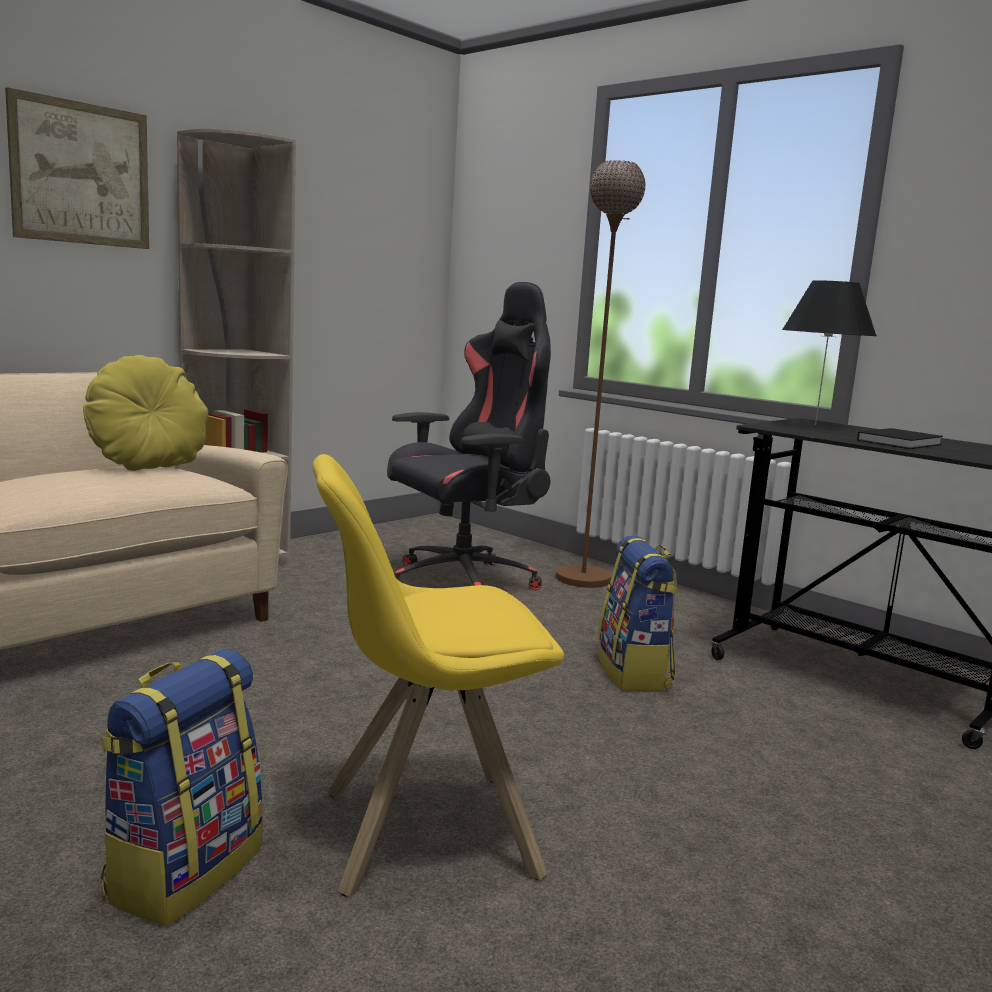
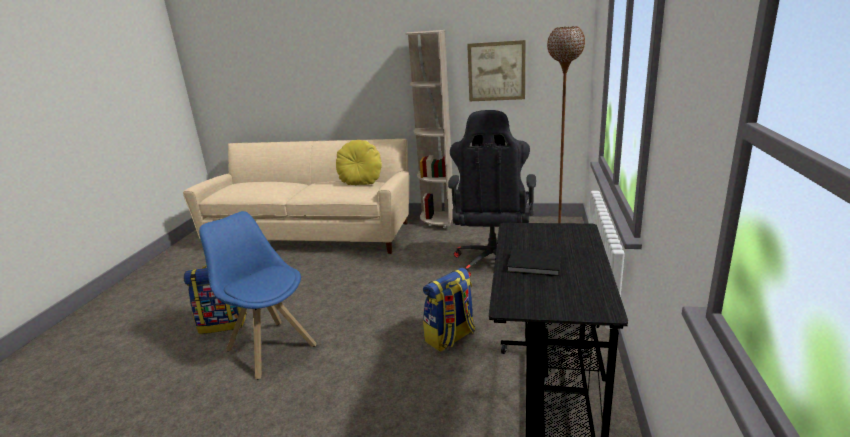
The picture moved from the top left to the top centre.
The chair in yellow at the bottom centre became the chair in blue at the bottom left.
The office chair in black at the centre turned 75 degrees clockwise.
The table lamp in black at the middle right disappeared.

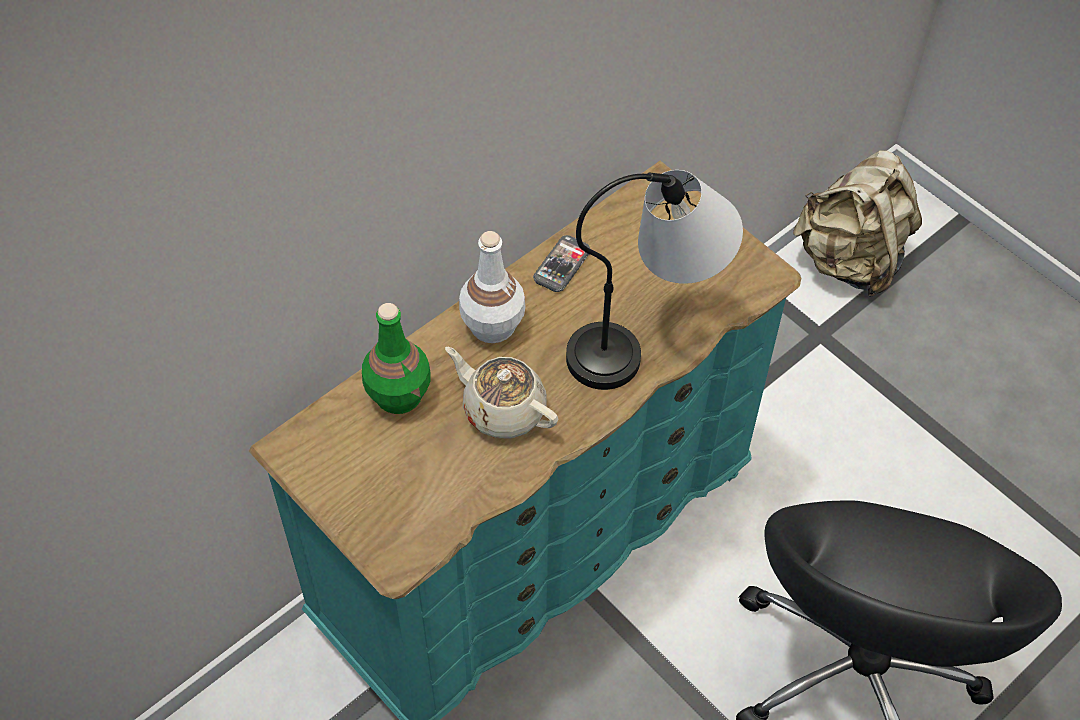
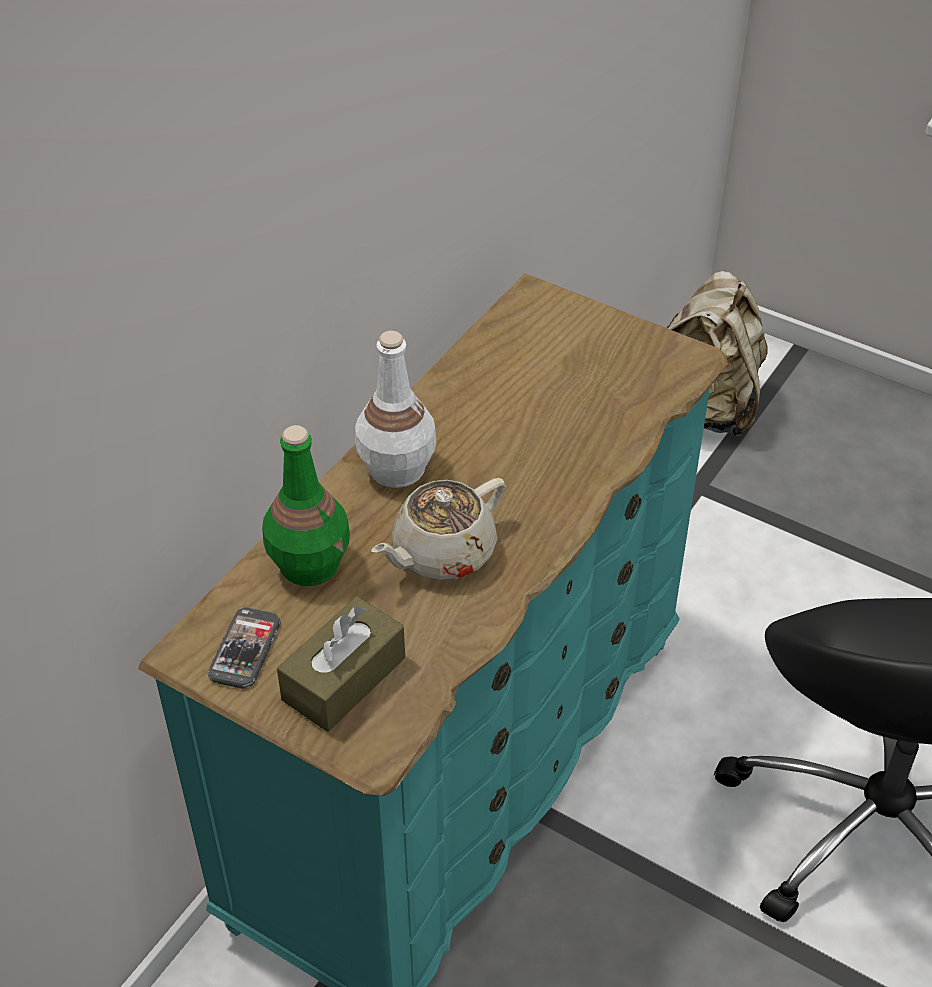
The teapot in beige at the centre turned 60 degrees counterclockwise.
The phone moved from the centre to the middle left.
The table lamp at the centre disappeared.
The tissue box in brown at the bottom centre appeared.

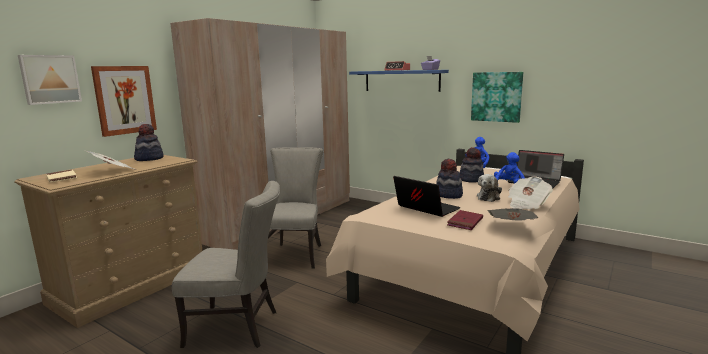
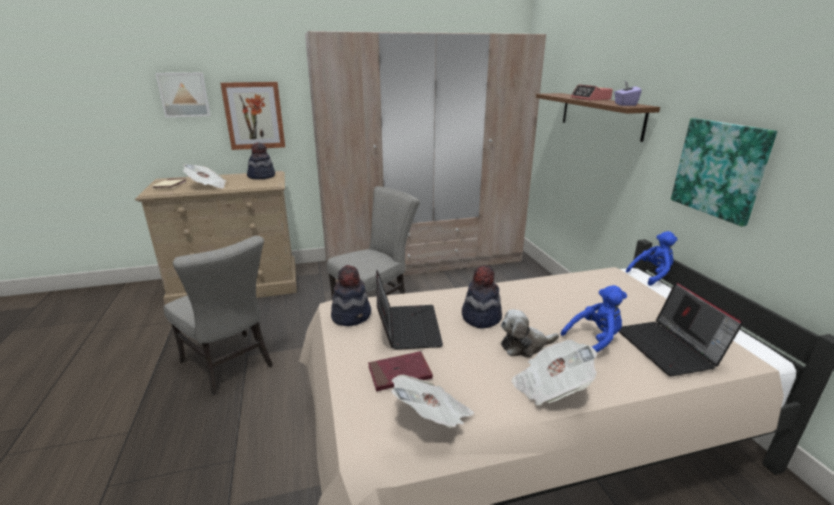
The shelf in blue at the top centre became the shelf in brown at the top right.
The hat (3rd from left in the first image) moved from the middle right to the centre.

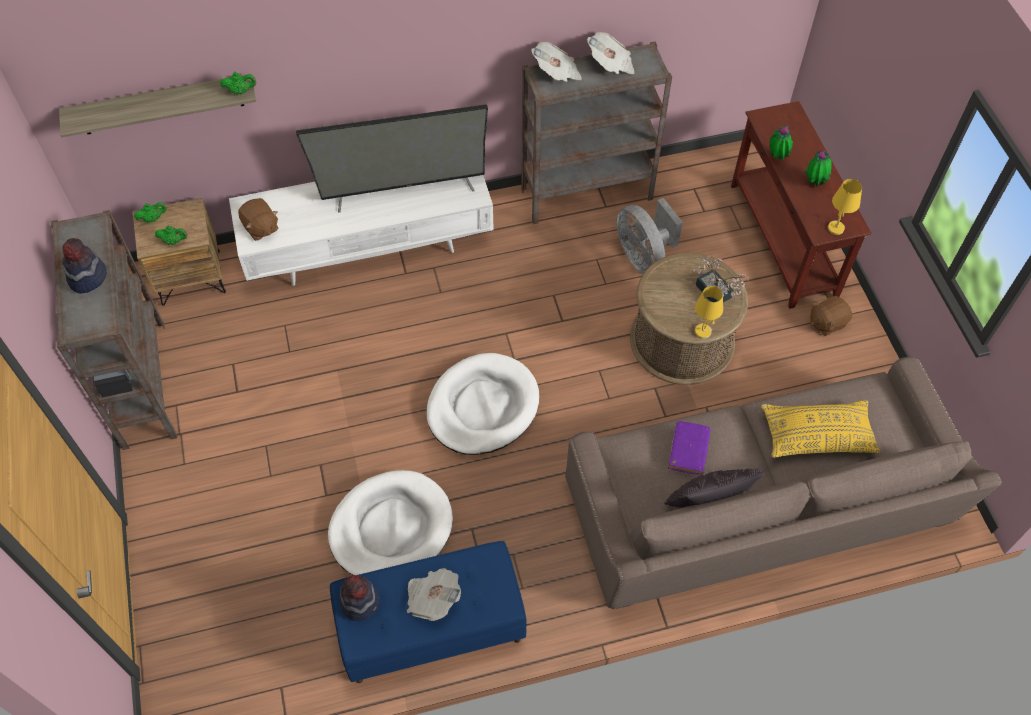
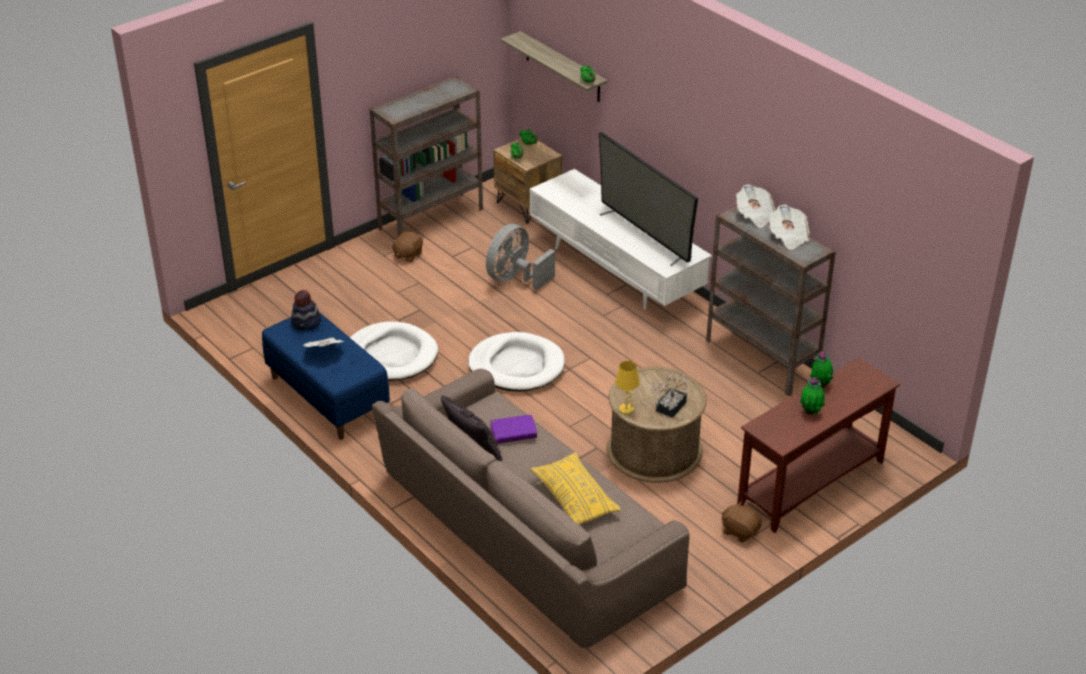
The hat (1st from left) at the middle left disappeared.
The plush toy in brown (1st from left) moved from the top left to the centre.
The fan in grey moved from the top centre to the centre.
The table lamp in yellow (2nd from left) at the top right disappeared.

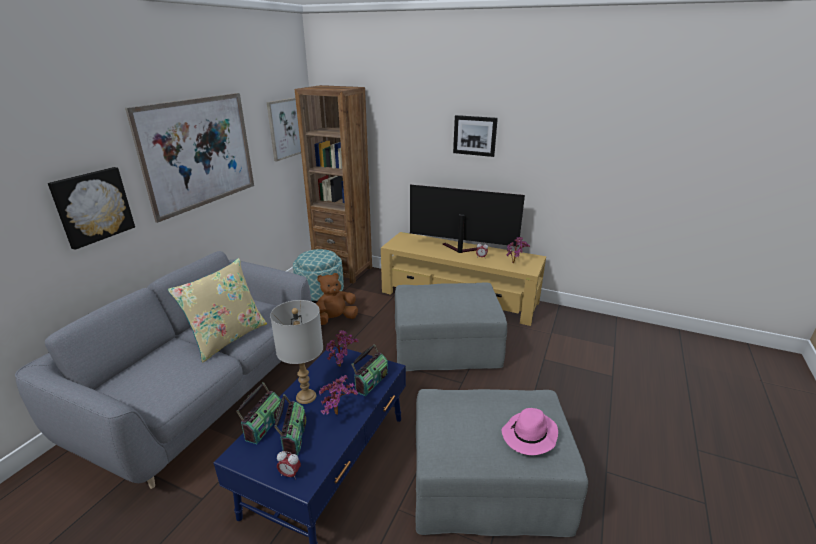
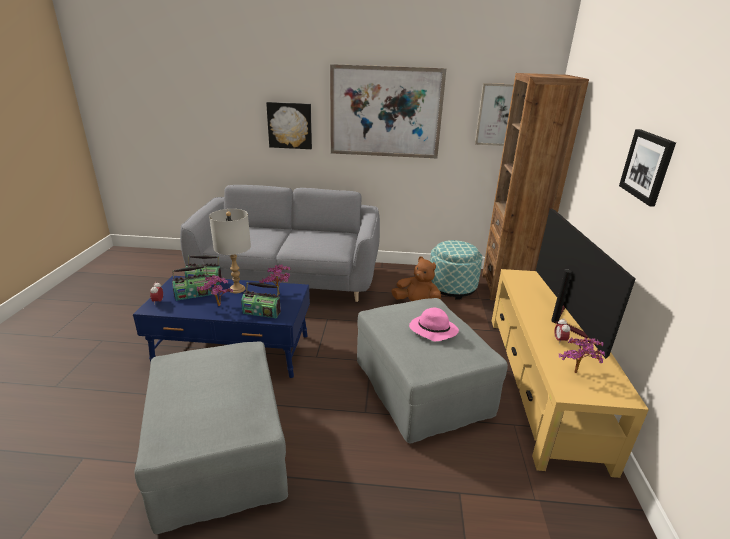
The pillow in beige at the middle left disappeared.
The hat in pink moved from the bottom centre to the centre.

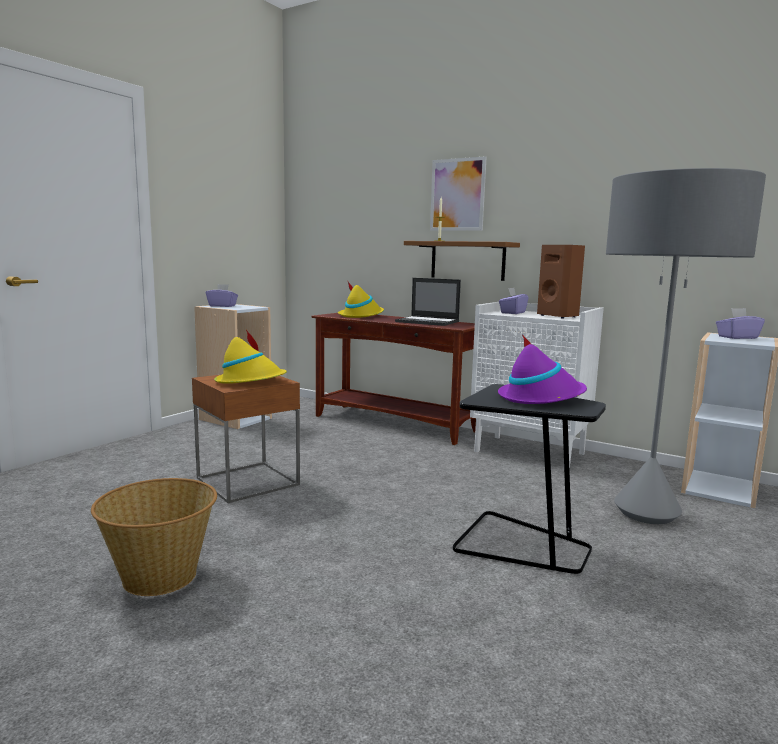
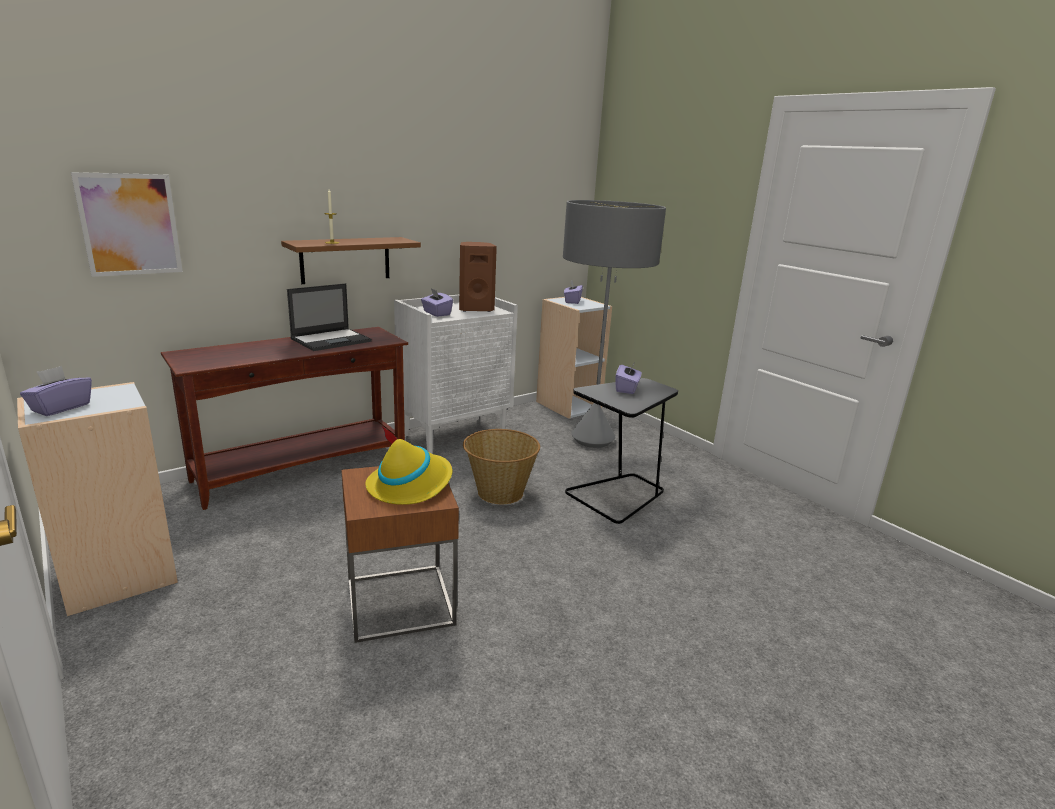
The basket moved from the bottom left to the centre.
The hat in yellow (2nd from left) at the centre disappeared.
The picture moved from the top centre to the top left.
The hat in purple at the middle right was replaced by the tissue box in purple (4th from left) at the centre.

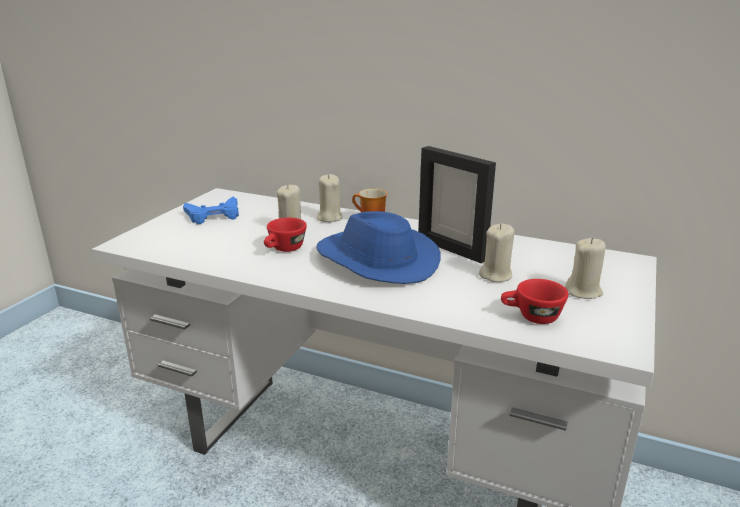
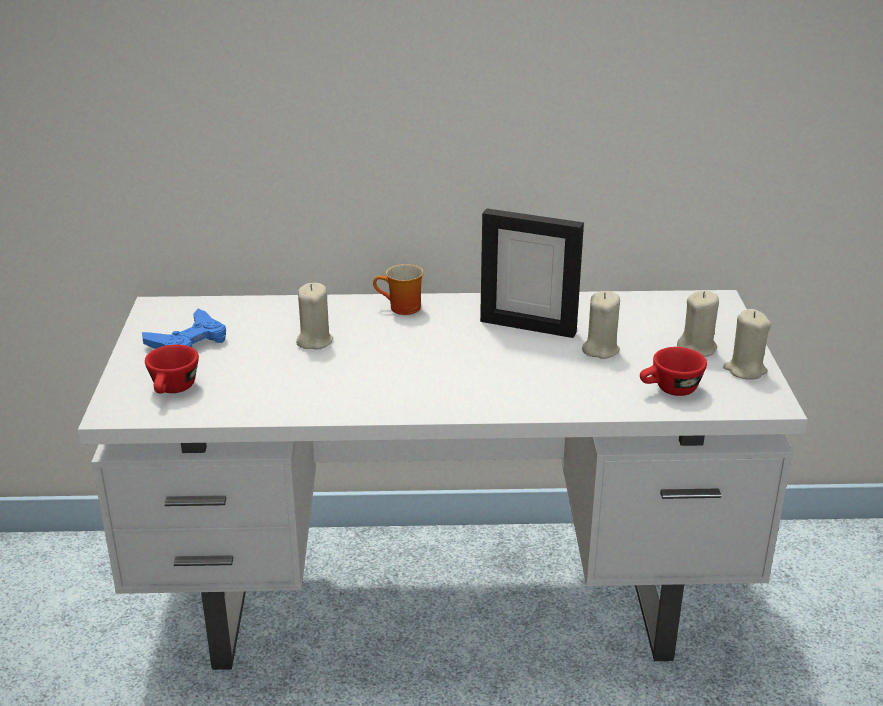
The cup in red (1st from left) moved from the centre to the middle left.
The hat in blue at the centre disappeared.
The candle in beige (2nd from left in the first image) moved from the centre to the middle right.

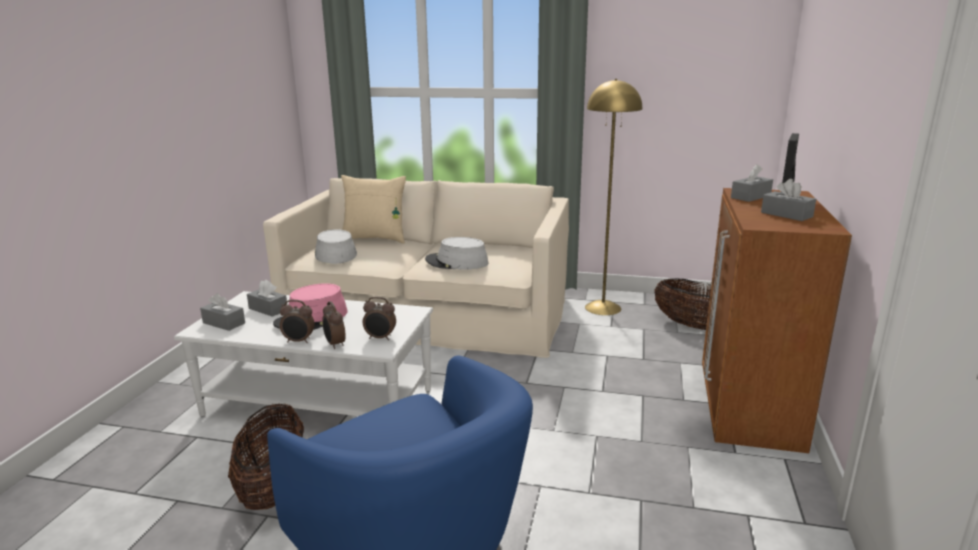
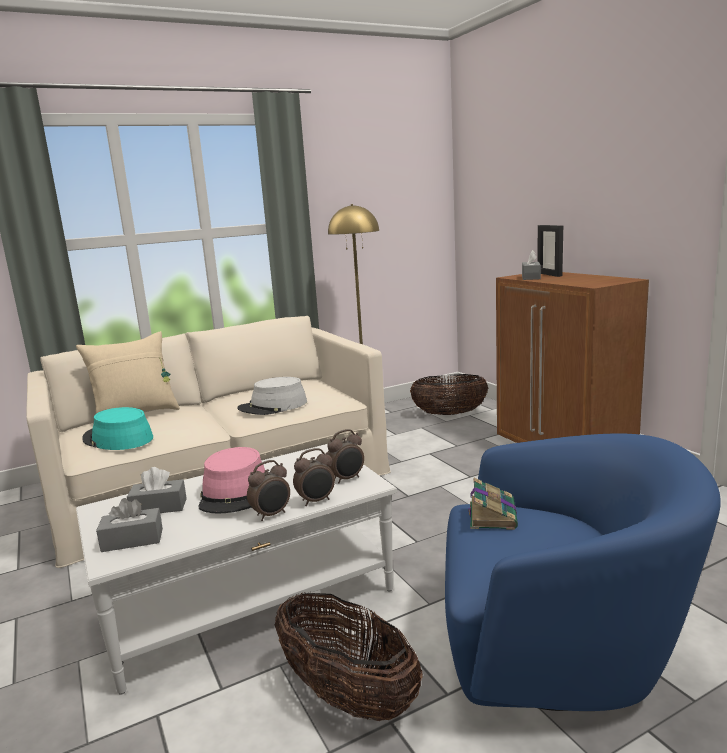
The hat in grey (1st from left) at the centre became the hat in turquoise at the middle left.
The alarm clock (2nd from left) at the centre turned 45 degrees counterclockwise.
The tissue box in grey (4th from left) at the middle right disappeared.
The book at the bottom right appeared.

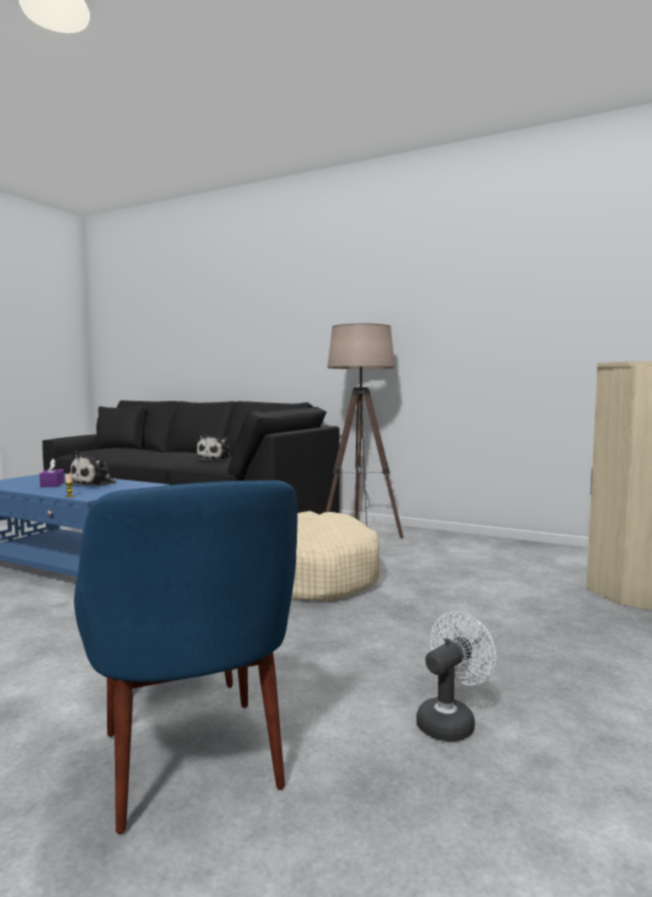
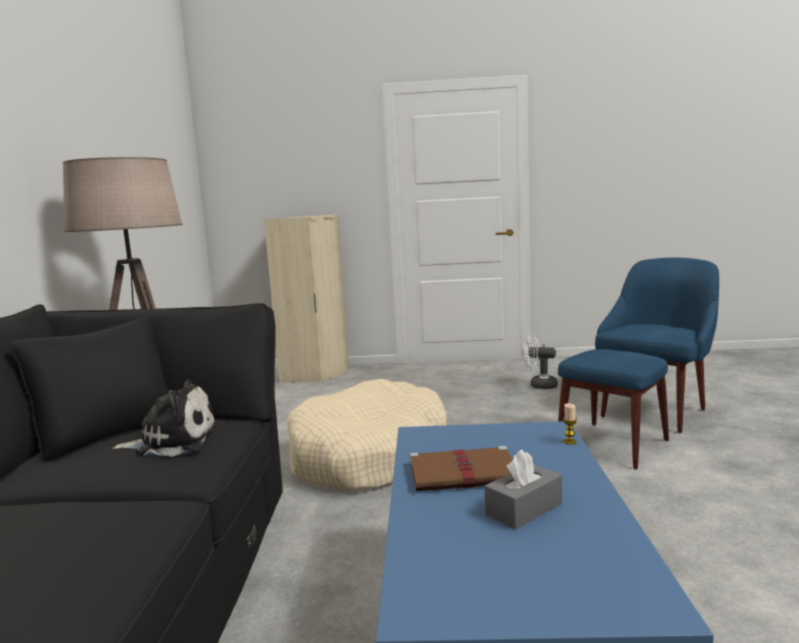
The tissue box in purple at the middle left became the tissue box in grey at the bottom centre.
The plush toy (1st from left) at the middle left was replaced by the book in brown at the bottom centre.

